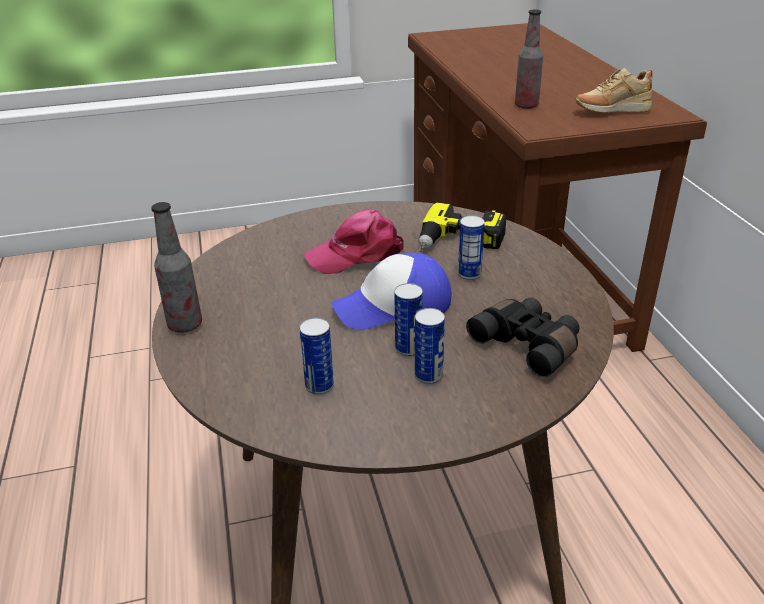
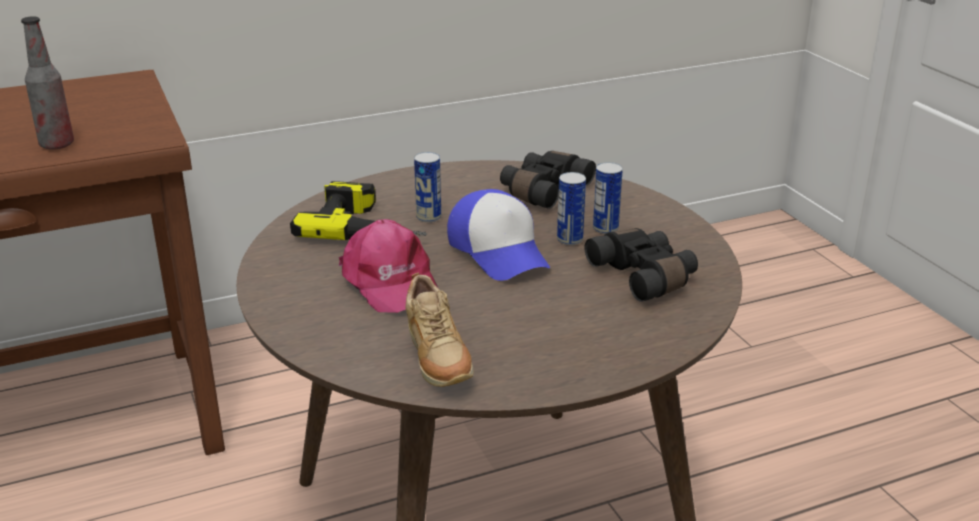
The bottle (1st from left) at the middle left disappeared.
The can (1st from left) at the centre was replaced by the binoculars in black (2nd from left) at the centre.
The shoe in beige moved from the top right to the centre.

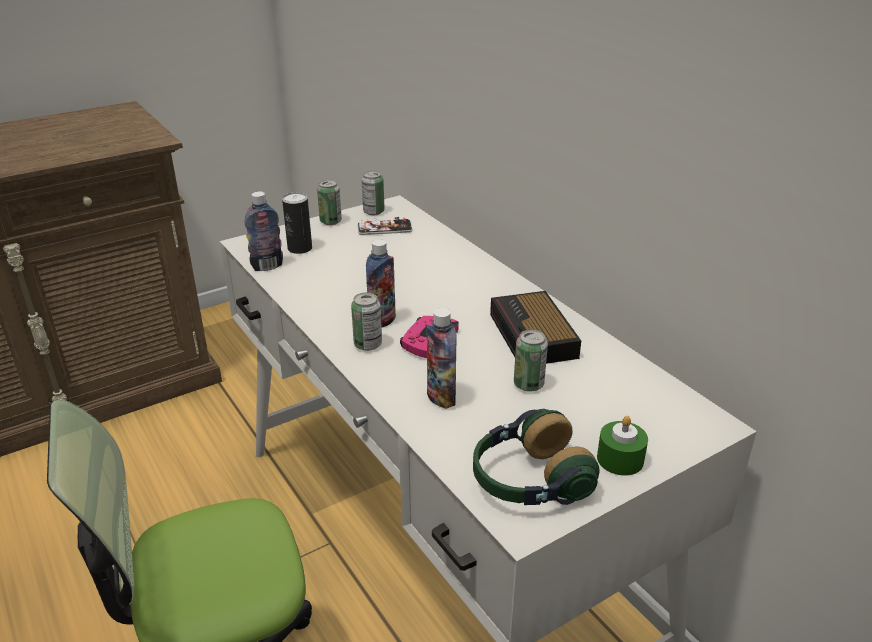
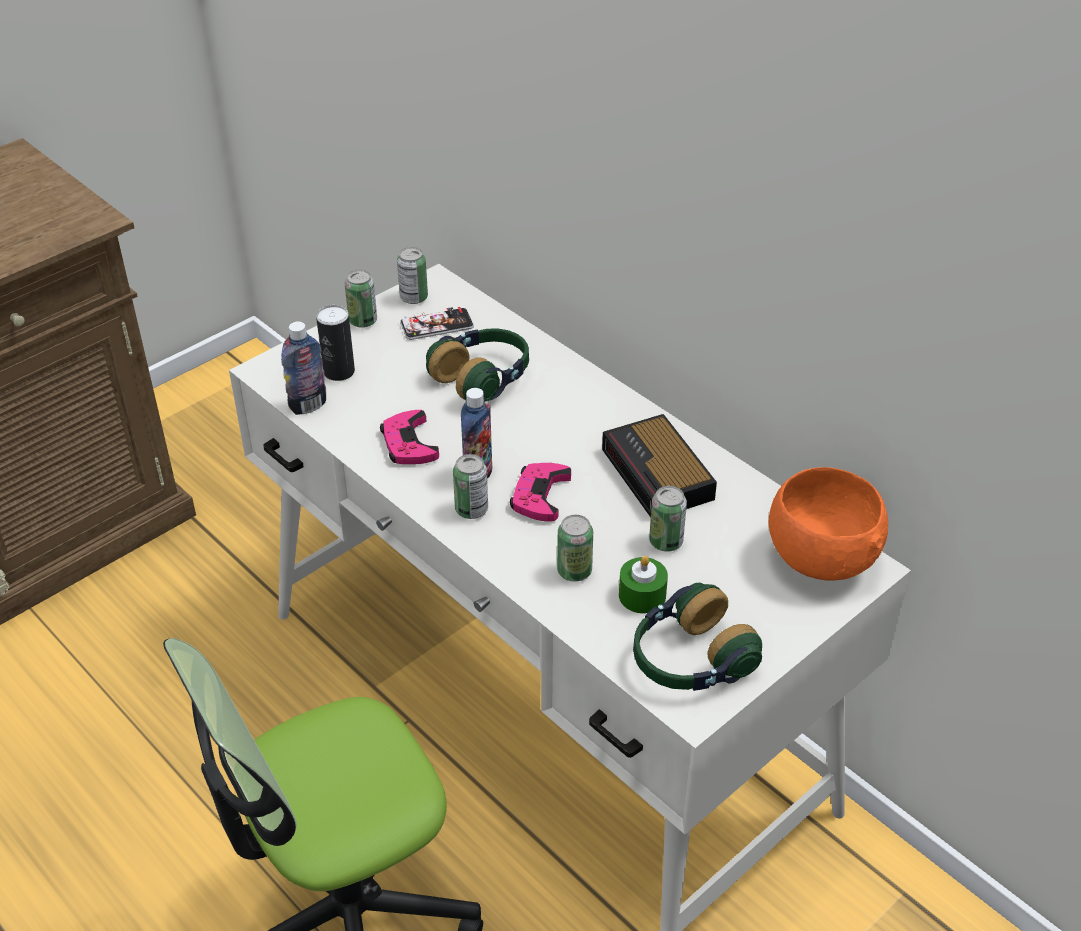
The bottle (3rd from left) at the centre was replaced by the can (5th from left) at the centre.
The candle in green moved from the bottom right to the centre.
The game controller in pink (1st from left) at the centre appeared.
The headphones (1st from left) at the centre appeared.
The bowl in orange at the middle right appeared.

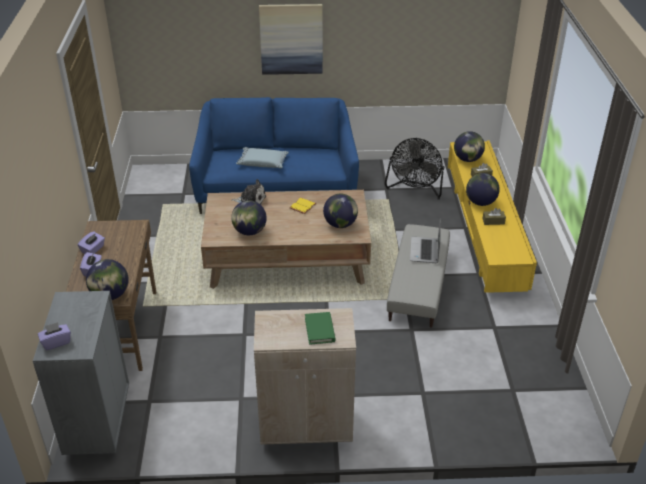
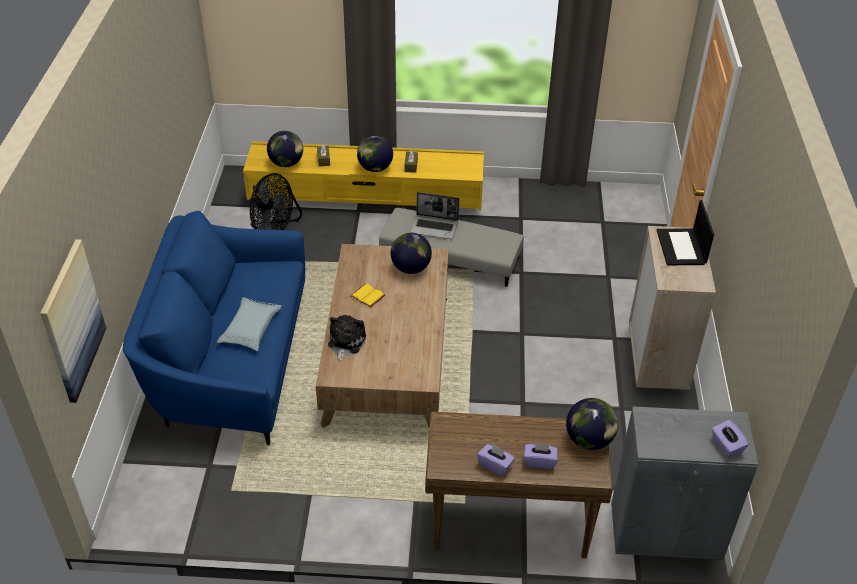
The globe (2nd from left) at the centre disappeared.
The picture moved from the top centre to the middle left.
The book in green at the bottom centre was replaced by the laptop (2nd from left) at the middle right.

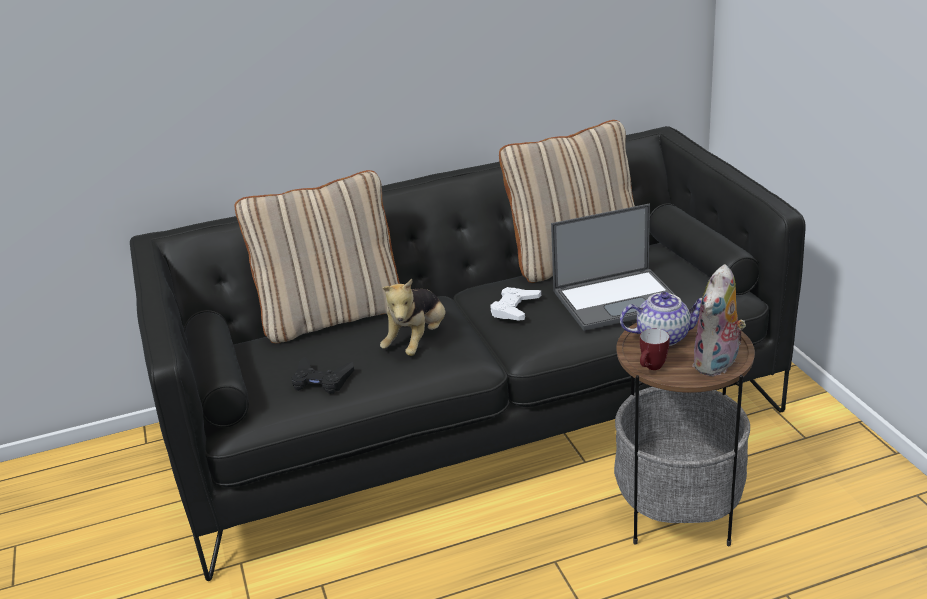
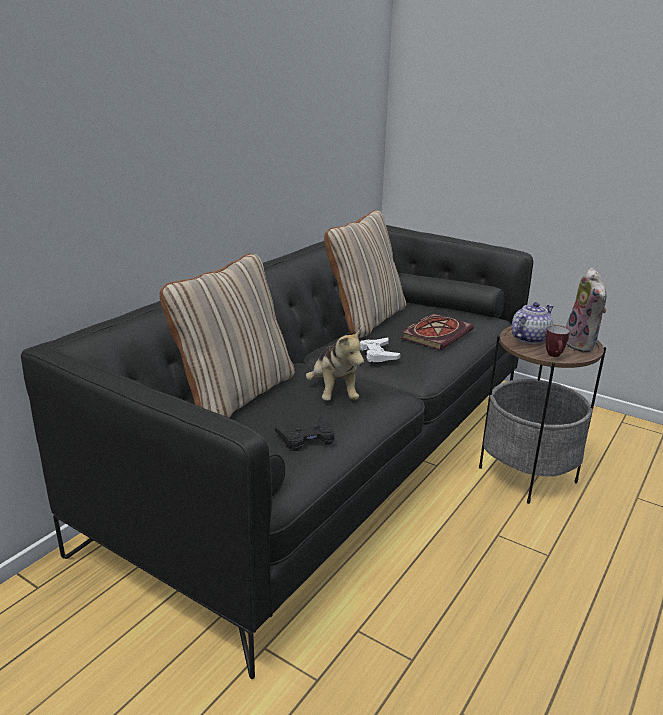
The laptop at the centre was replaced by the book at the centre.

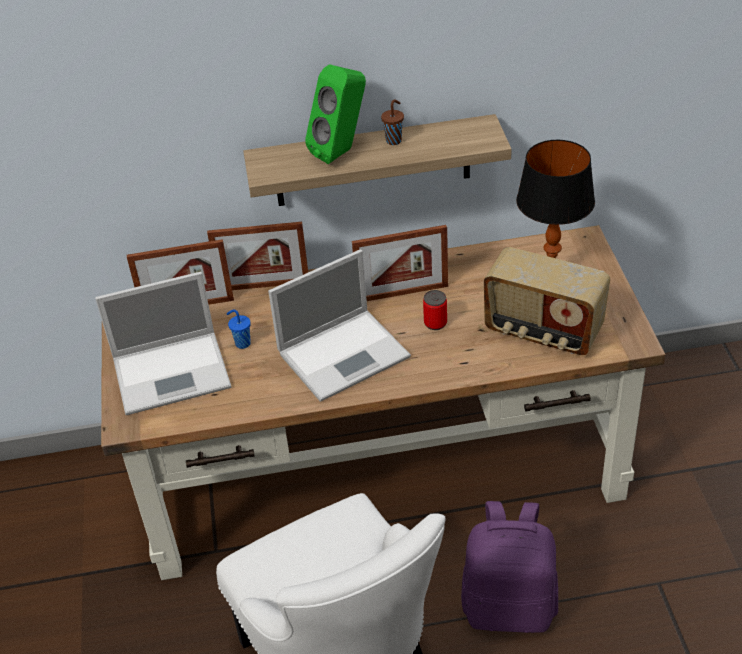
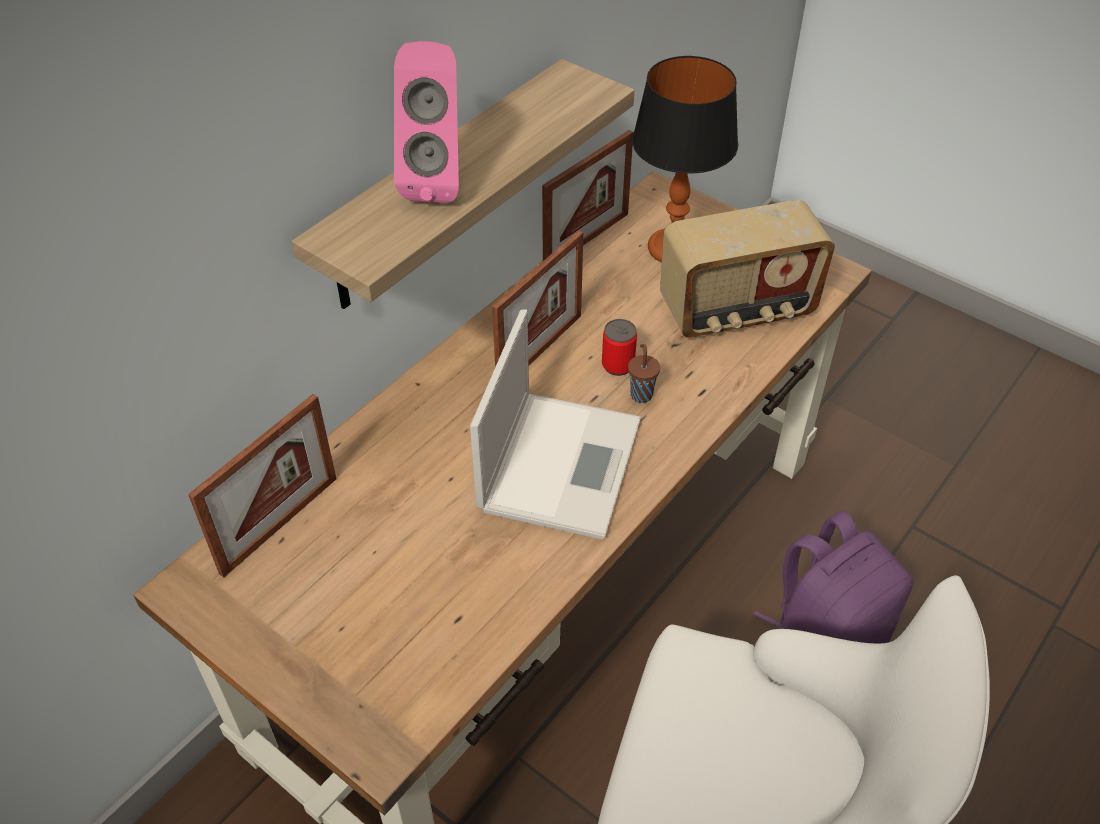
The laptop (1st from left) at the middle left disappeared.
The picture frame (2nd from left in the first image) moved from the centre to the top centre.
The cup in blue at the middle left disappeared.
The speaker in green at the top centre became the speaker in pink at the top centre.
The cup in brown moved from the top centre to the centre.

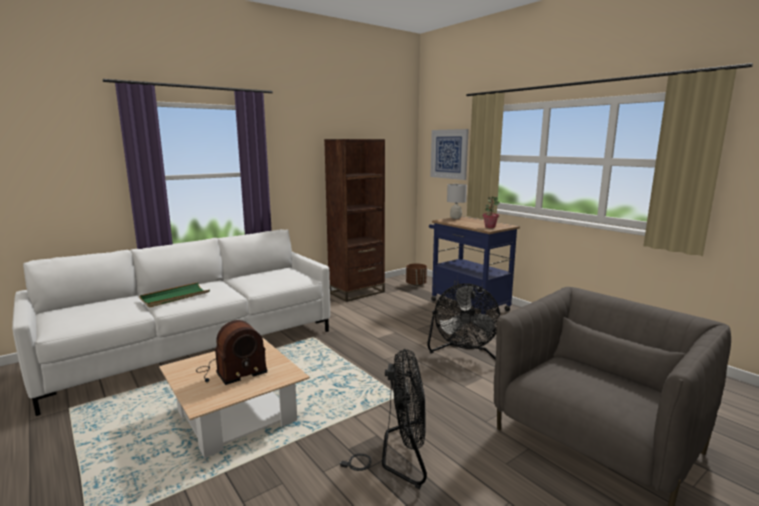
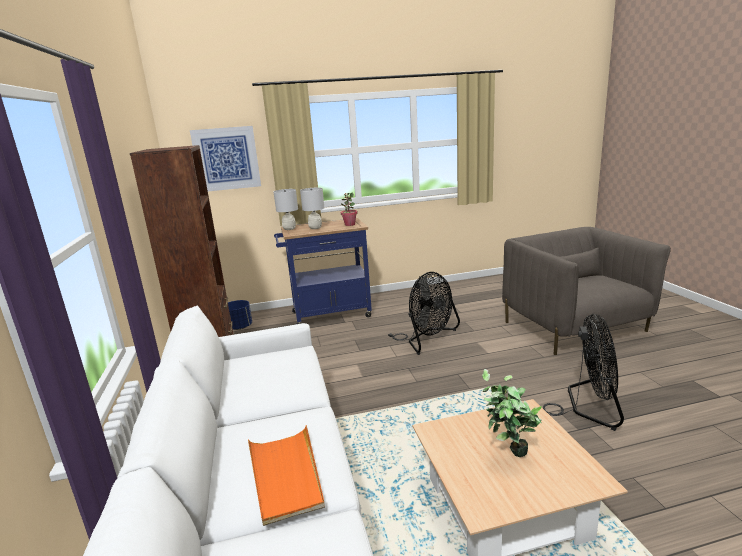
The tray in green at the middle left became the tray in orange at the bottom centre.
The radio at the bottom left was replaced by the potted plant (2nd from left) at the bottom right.
The fan in black (1st from left in the first image) at the bottom centre turned 75 degrees clockwise.
The planter in brown at the centre became the planter in blue at the middle left.
The table lamp in grey (2nd from left) at the centre appeared.

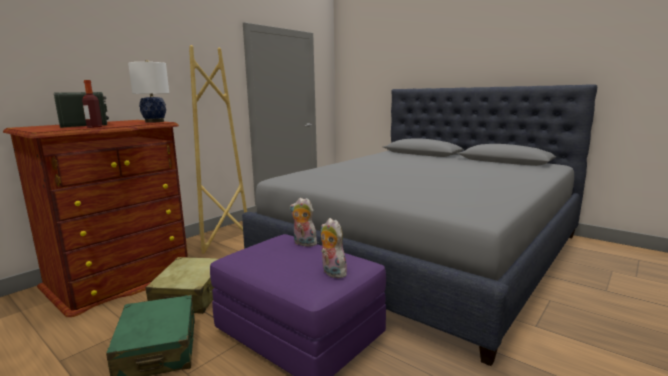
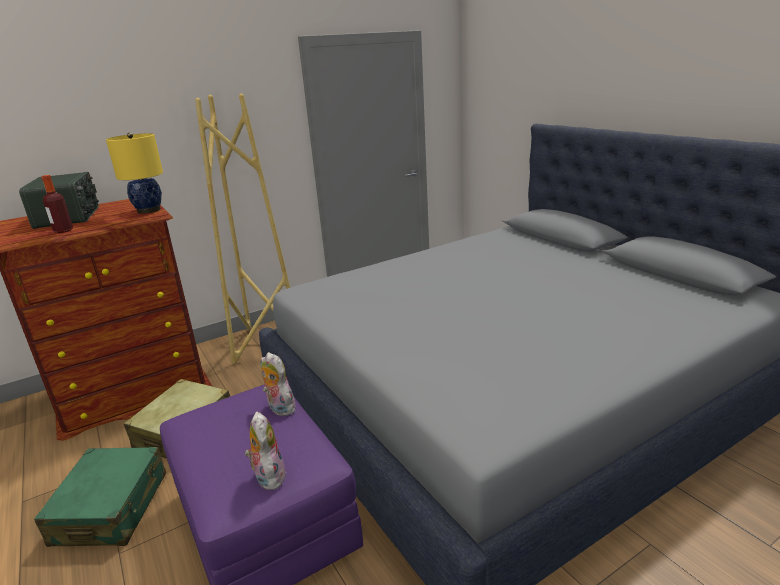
The table lamp in white at the top left became the table lamp in yellow at the top left.

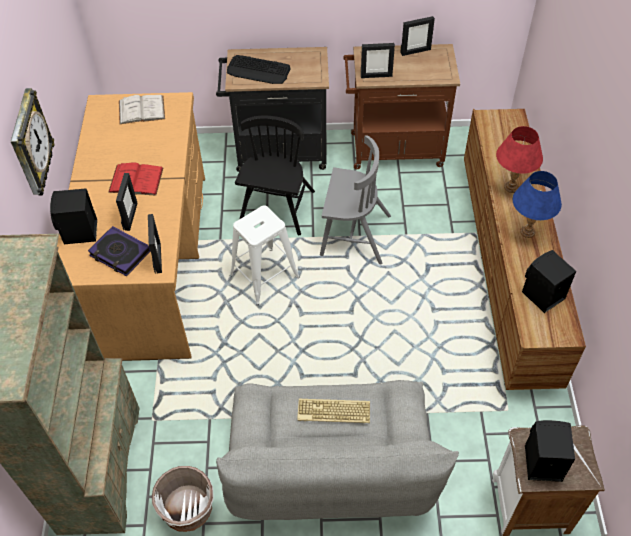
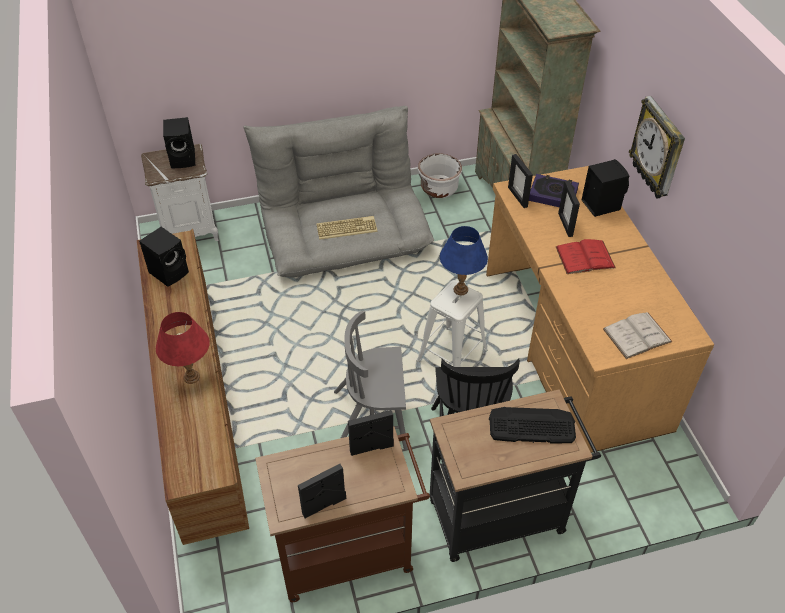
The table lamp in blue moved from the middle right to the centre.

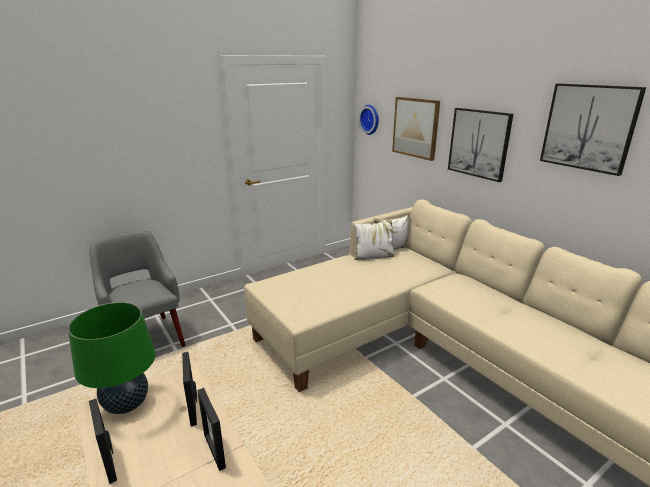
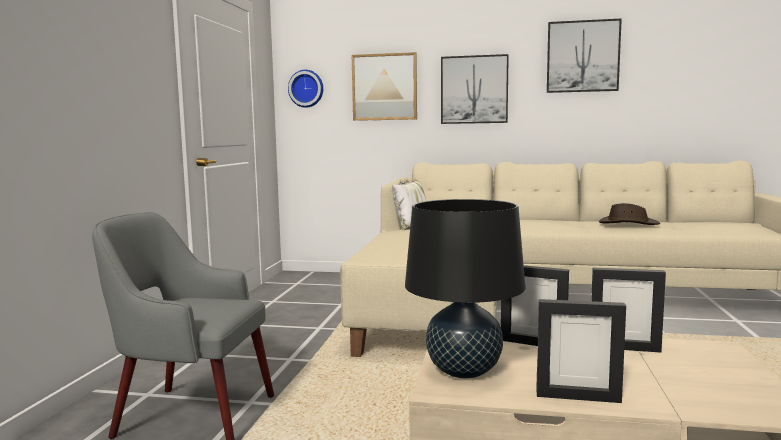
The table lamp in green at the bottom left became the table lamp in black at the centre.
The hat in brown at the middle right appeared.

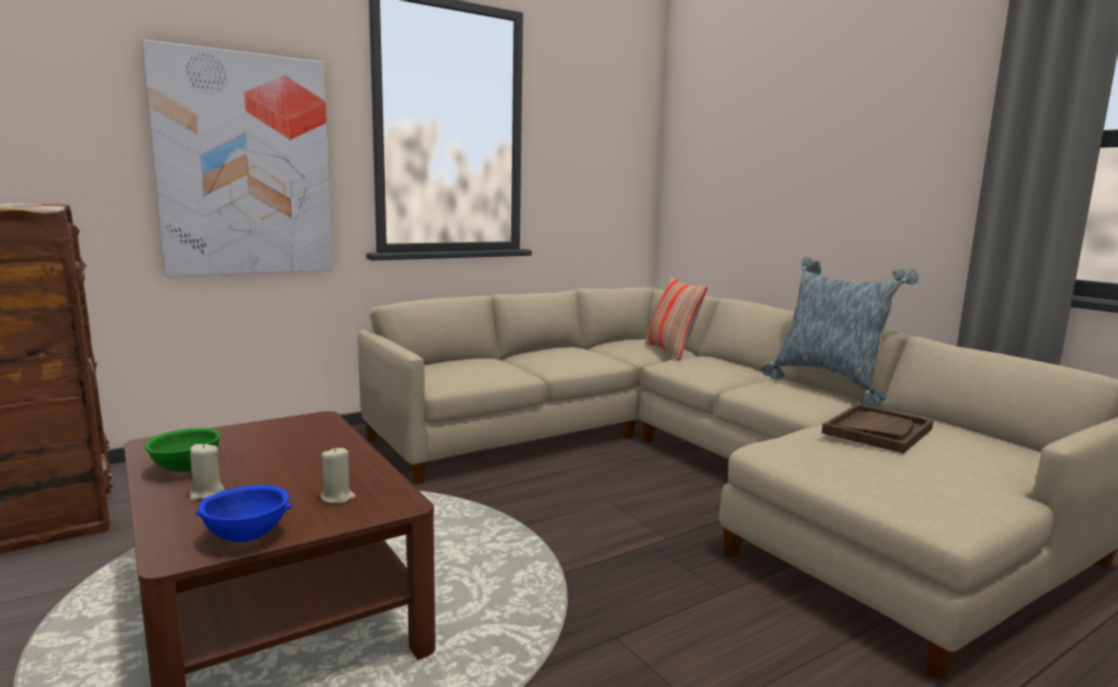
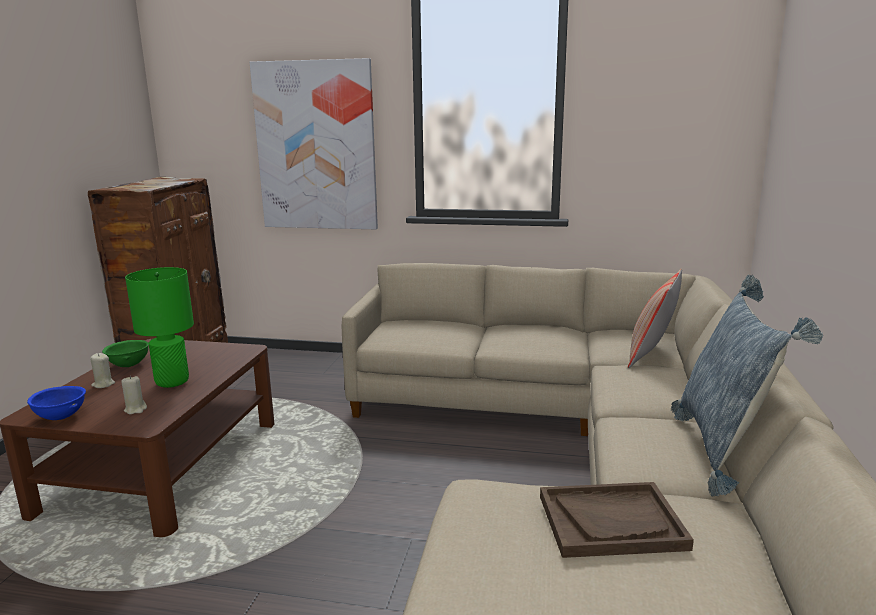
The table lamp in green at the middle left appeared.

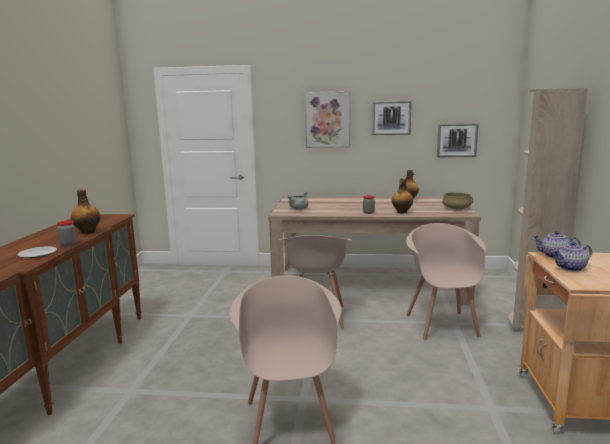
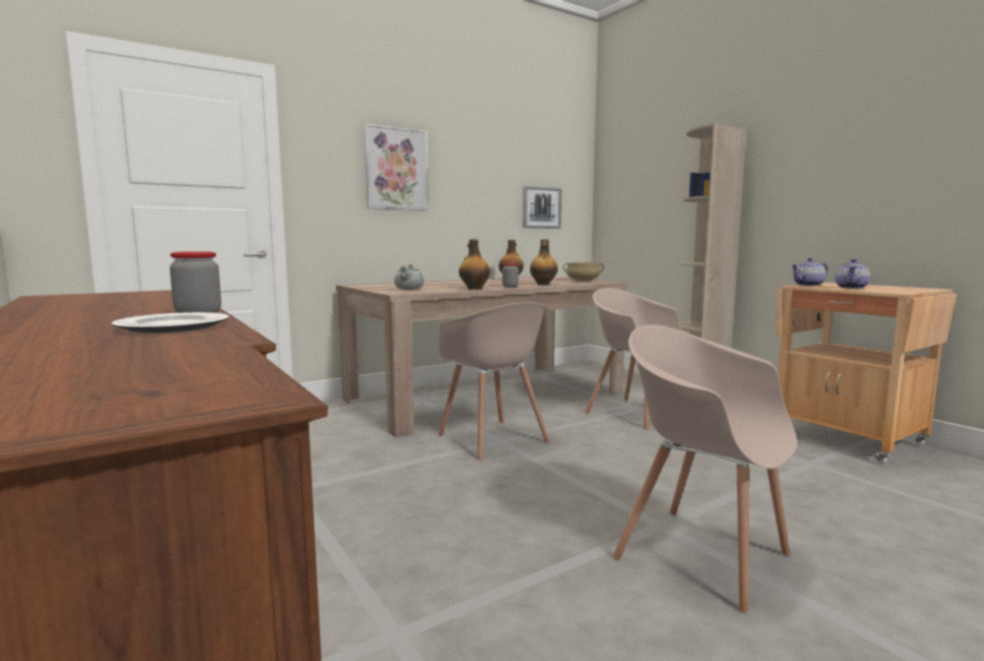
The bottle (1st from left) moved from the middle left to the centre.
The picture (2nd from left) at the top centre disappeared.

